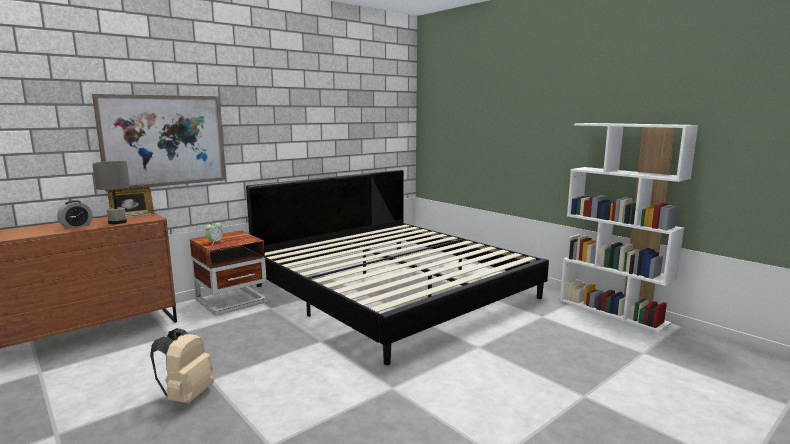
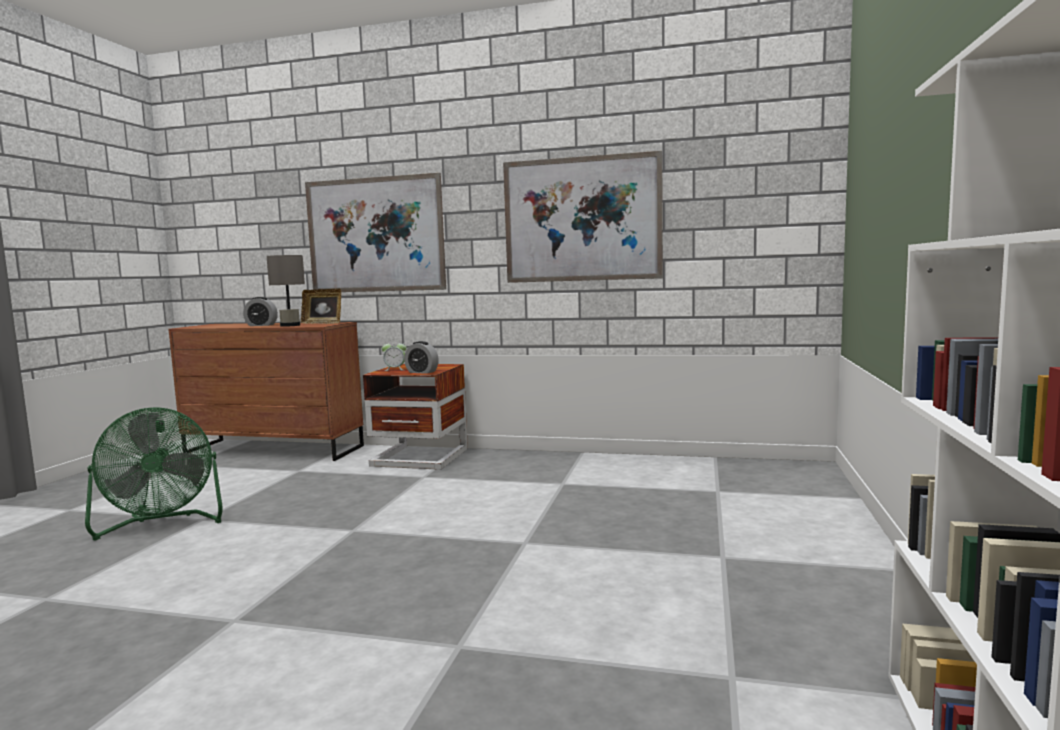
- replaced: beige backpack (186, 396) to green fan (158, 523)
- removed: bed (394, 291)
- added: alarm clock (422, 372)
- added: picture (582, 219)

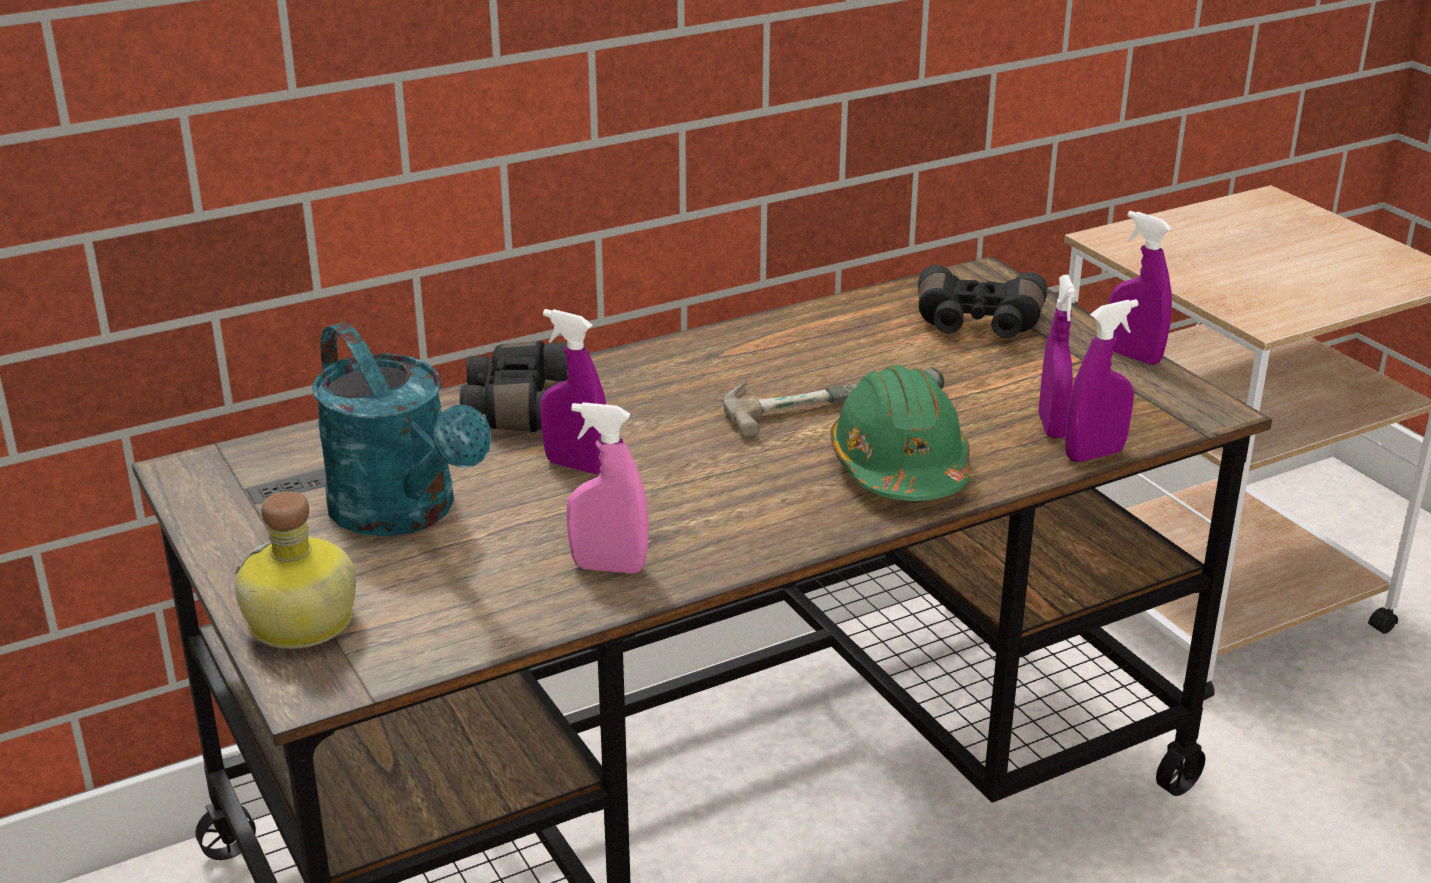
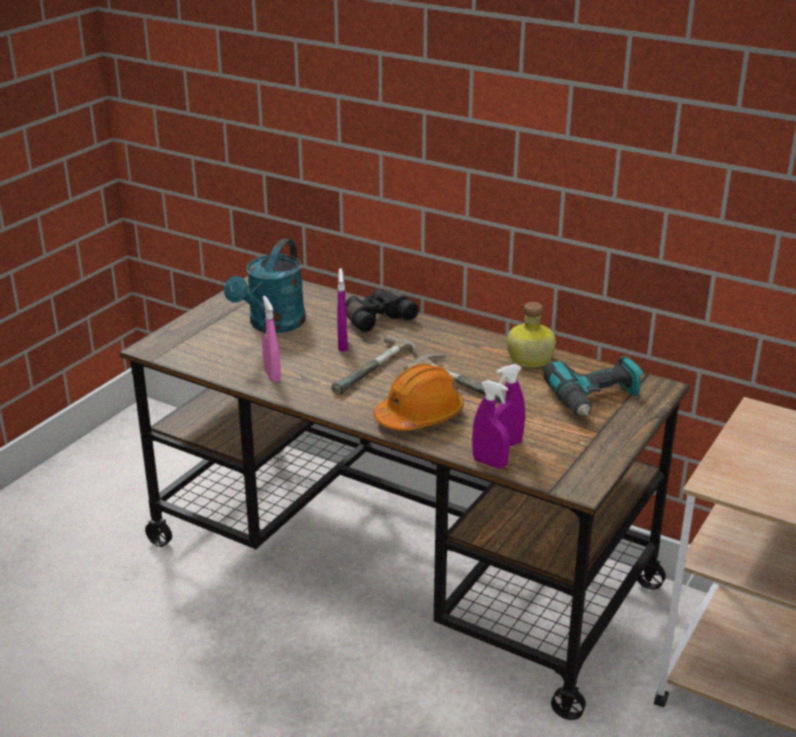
- moved: bottle (301, 624) to (529, 358)
- recoloured: green hard hat (900, 467) to orange hard hat (420, 416)
- replaced: black binoculars (977, 324) to power drill (596, 399)
- removed: purple spray bottle (1133, 356)
- added: hammer (378, 370)

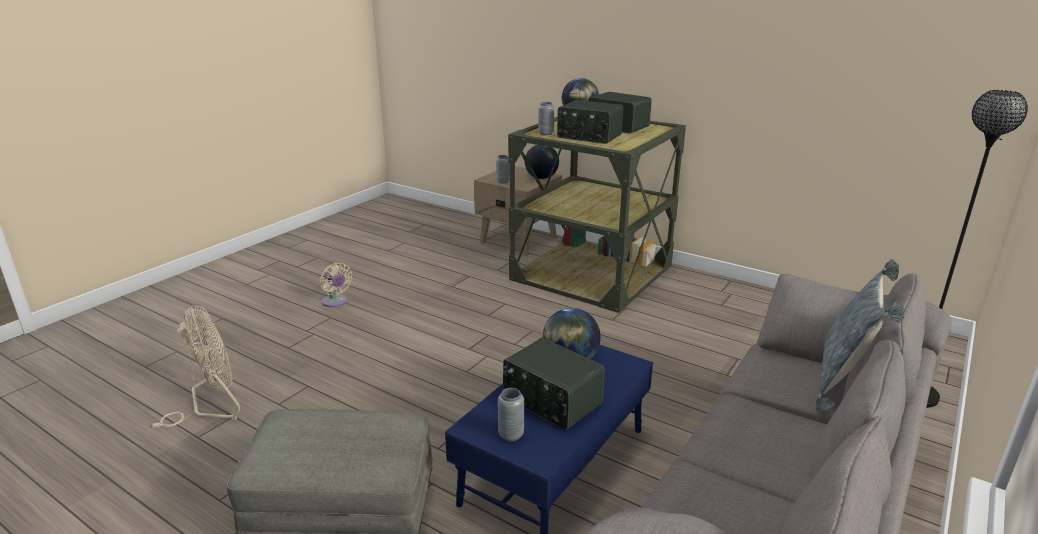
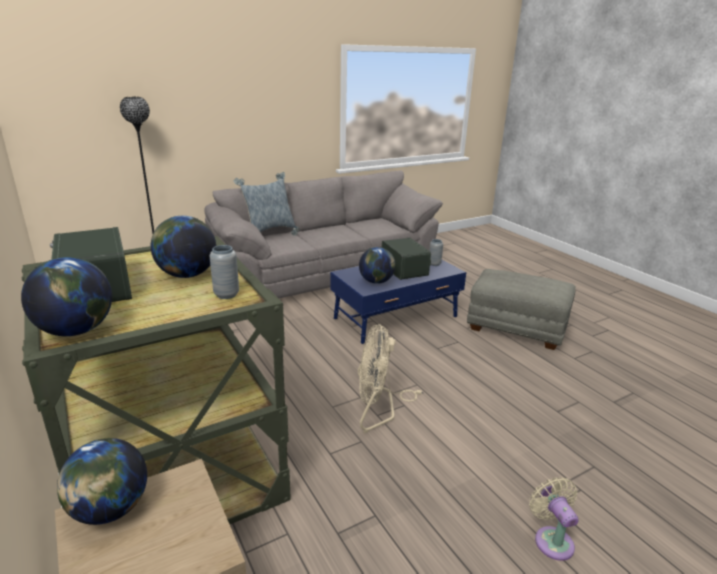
- moved: beige fan (209, 401) to (380, 403)
- removed: grey vase (503, 182)
- replaced: radio (589, 137) to globe (187, 275)

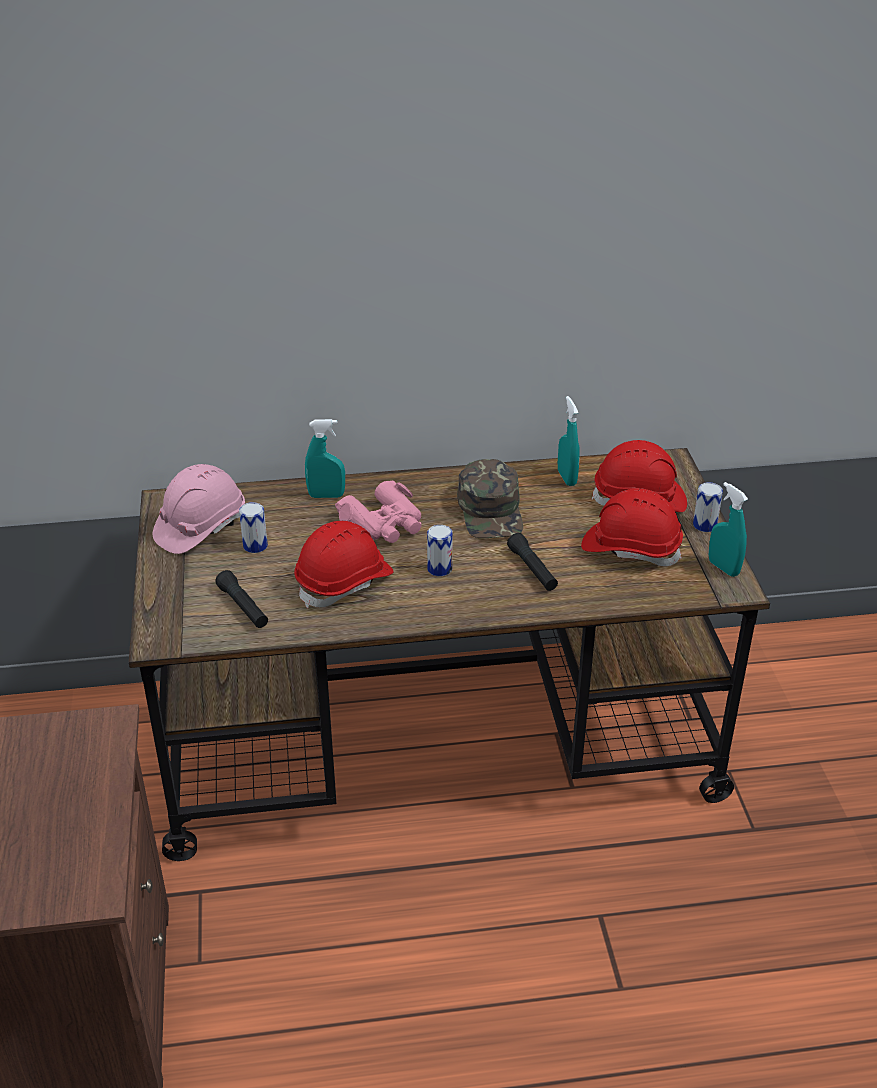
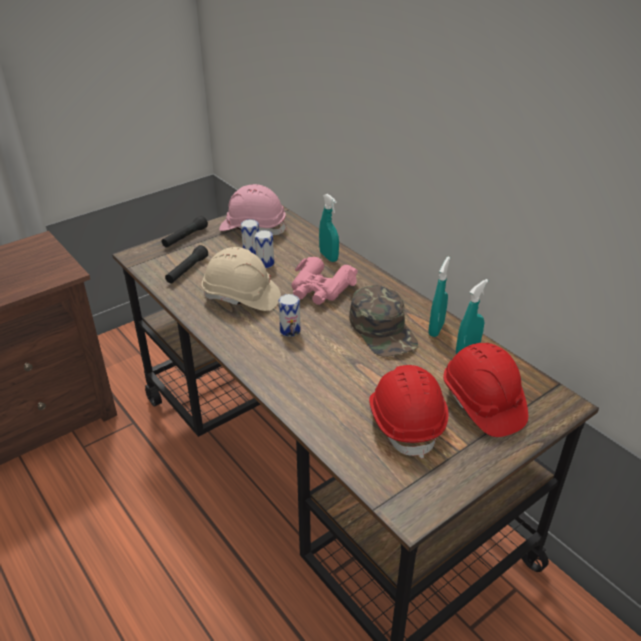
- recoloured: red hard hat (344, 582) to beige hard hat (241, 297)
- turned: green cap (491, 510) = (383, 329) 75 degrees counterclockwise
- moved: black flashlight (532, 569) to (185, 237)
- moved: can (704, 525) to (265, 263)
- moved: turquoise spray bottle (723, 568) to (436, 329)

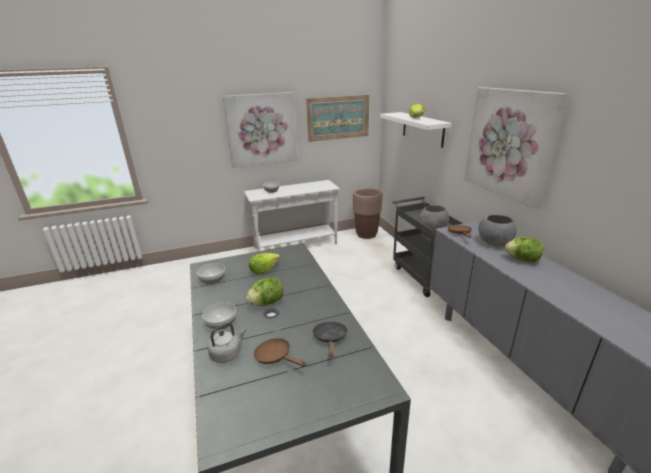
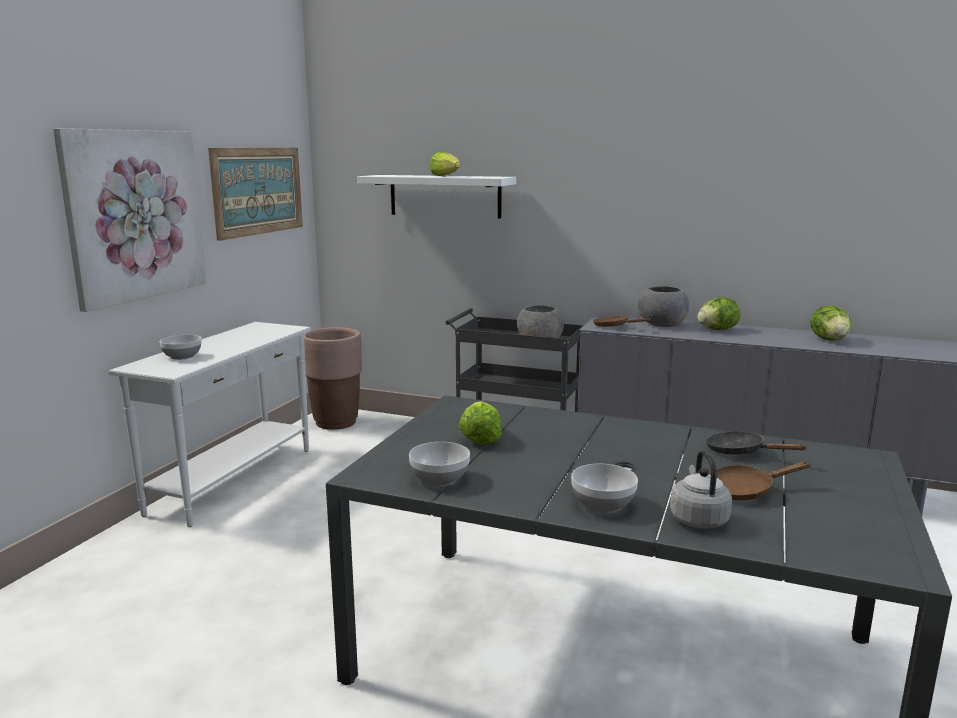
- moved: lettuce (266, 303) to (829, 340)
- removed: picture (509, 144)

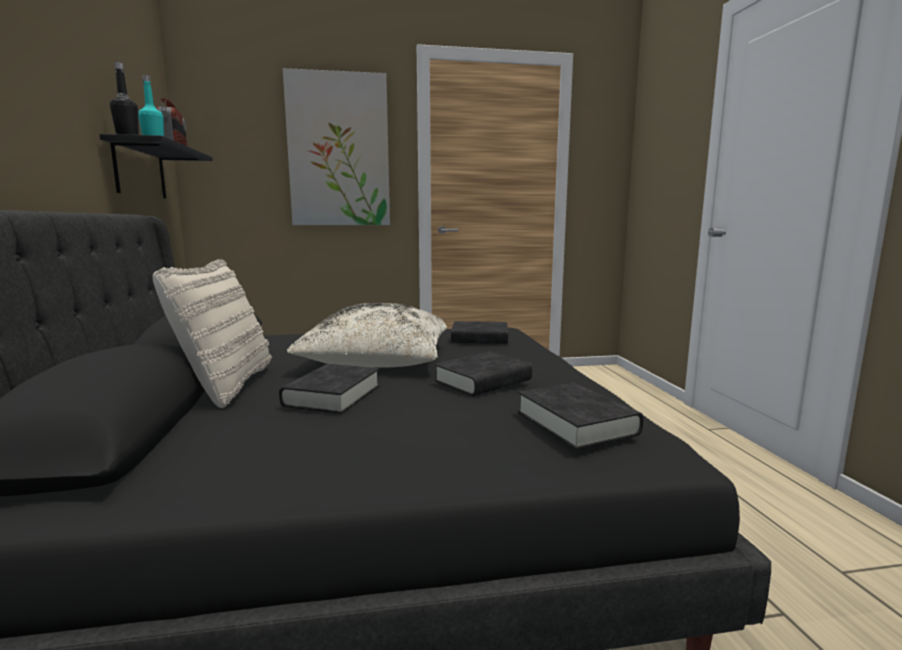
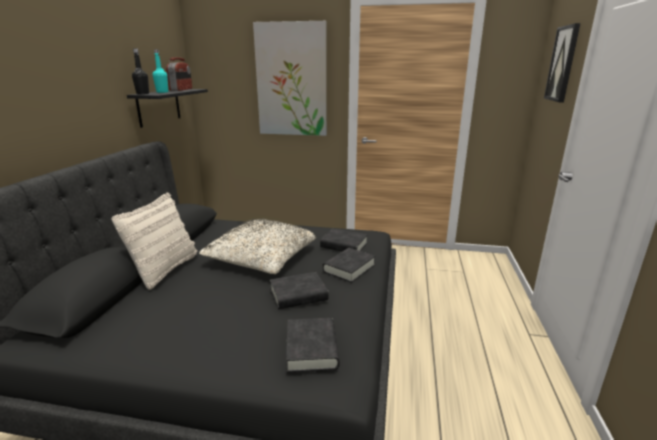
- moved: black book (332, 395) to (349, 268)
- added: picture (562, 64)

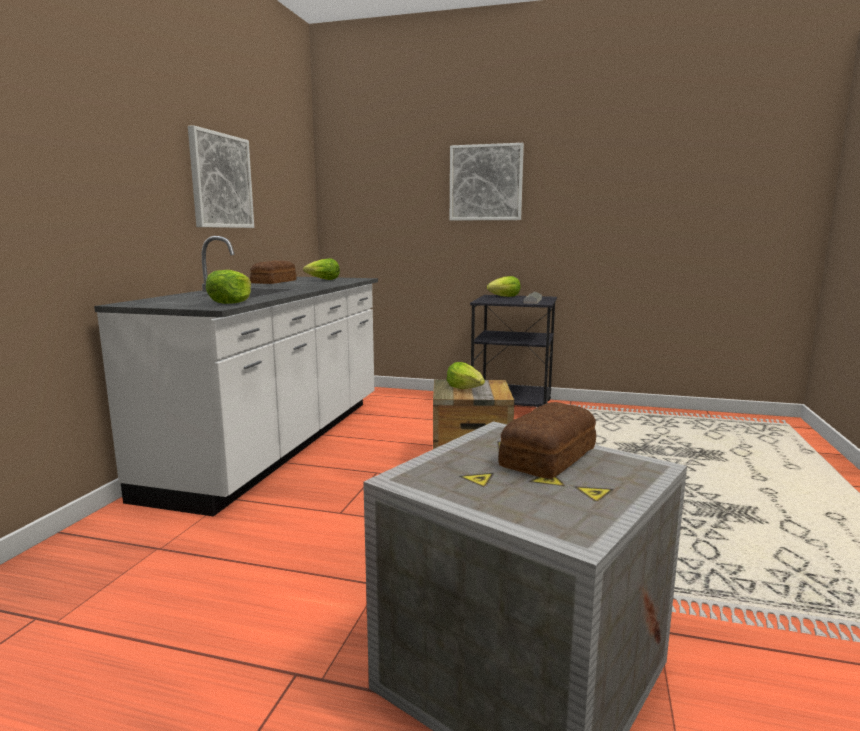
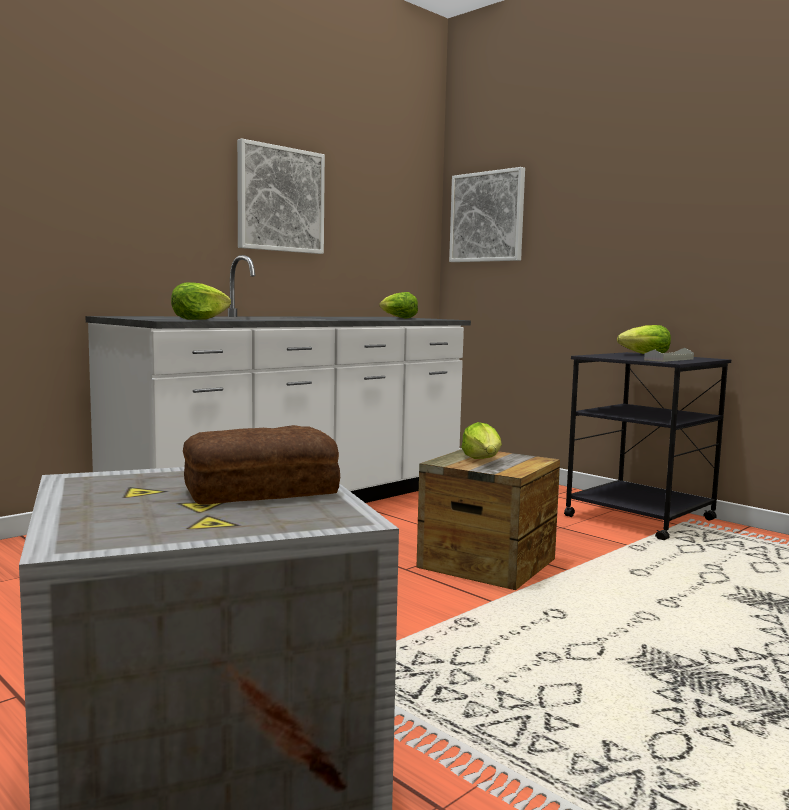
- removed: bread (275, 282)
- moved: picture (486, 183) to (487, 217)

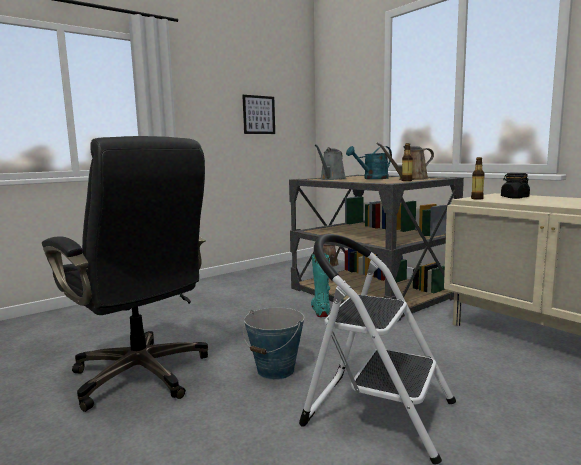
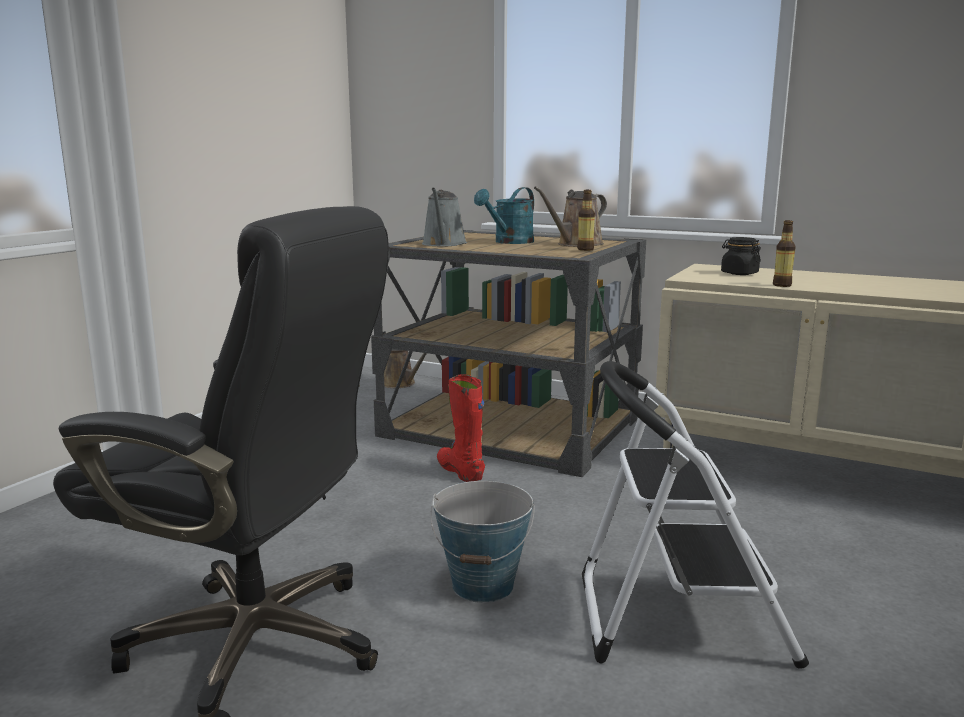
- removed: picture (259, 115)
- recoloured: turquoise boot (320, 311) to red boot (460, 471)
- moved: bottle (477, 198) to (782, 285)

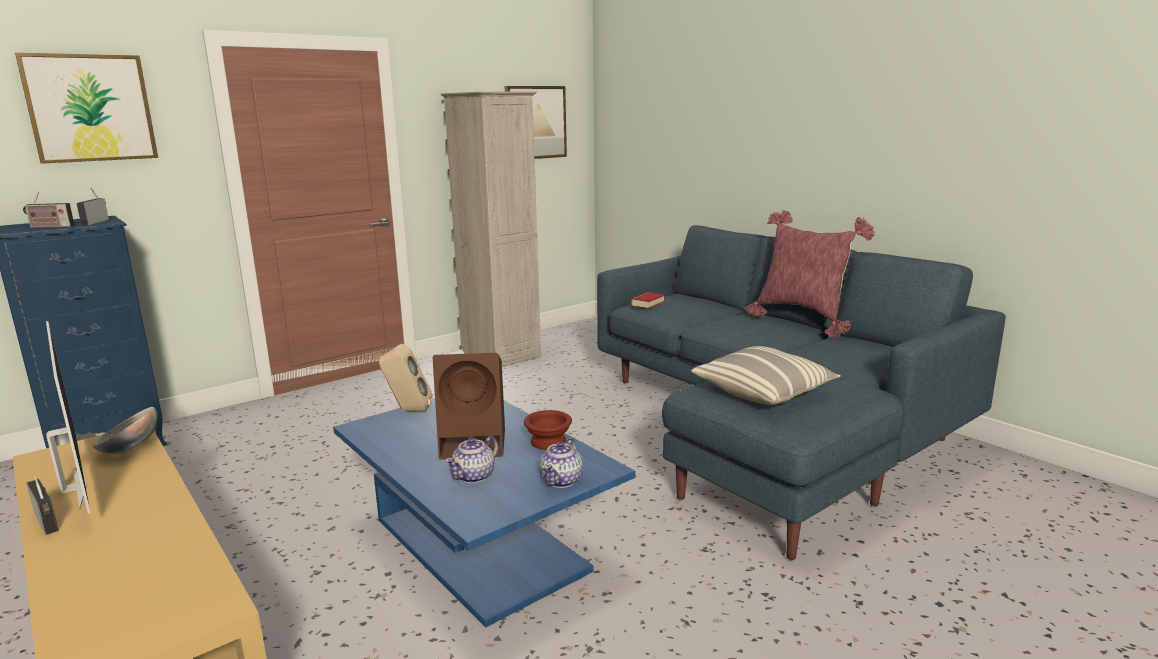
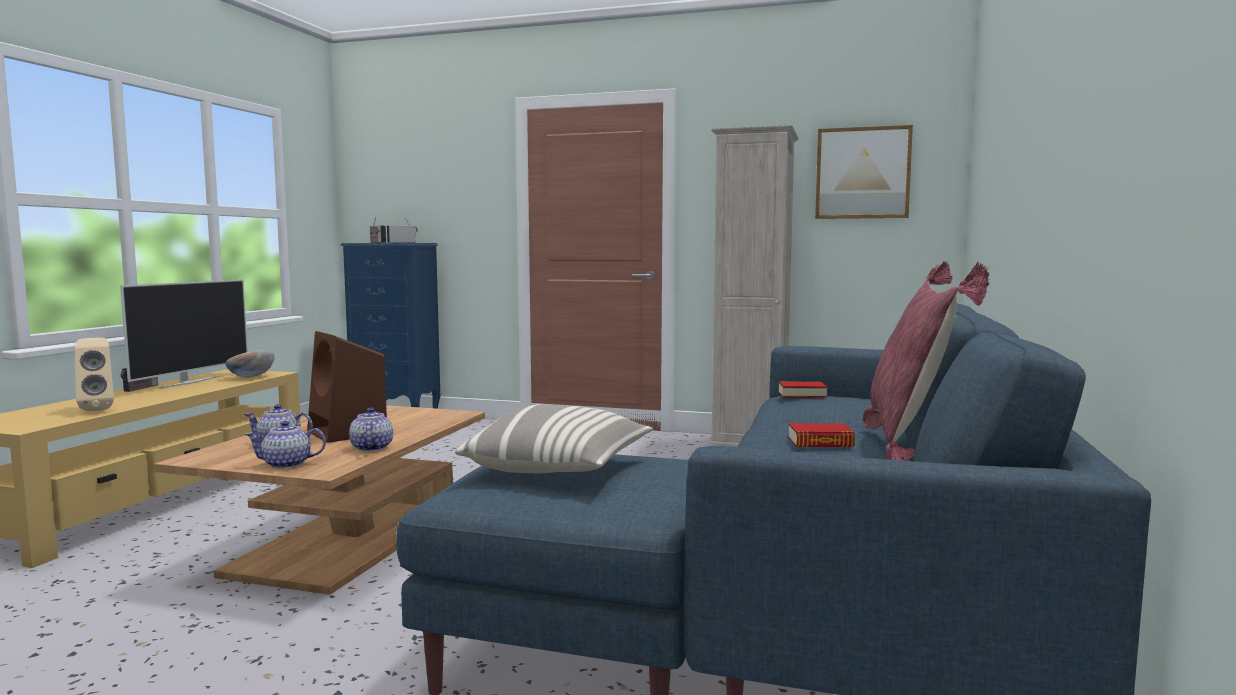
- removed: picture (90, 108)
- recoloured: blue coffee table (479, 545) to brown coffee table (346, 542)
- moved: beige speaker (408, 411) to (97, 410)
- replaced: brown bowl (549, 442) to teapot (371, 448)
- added: book (820, 442)

